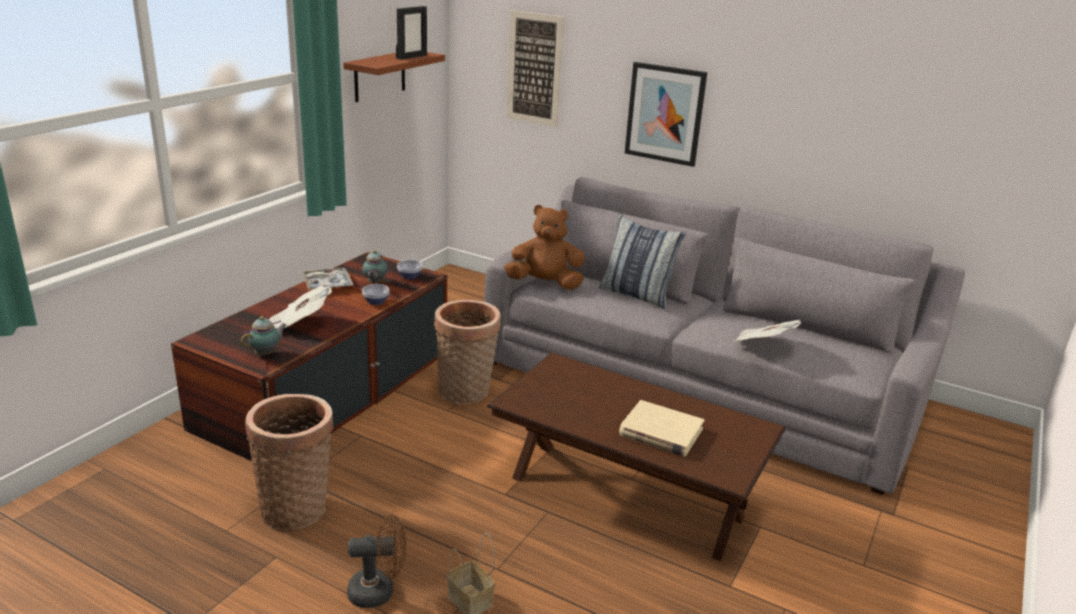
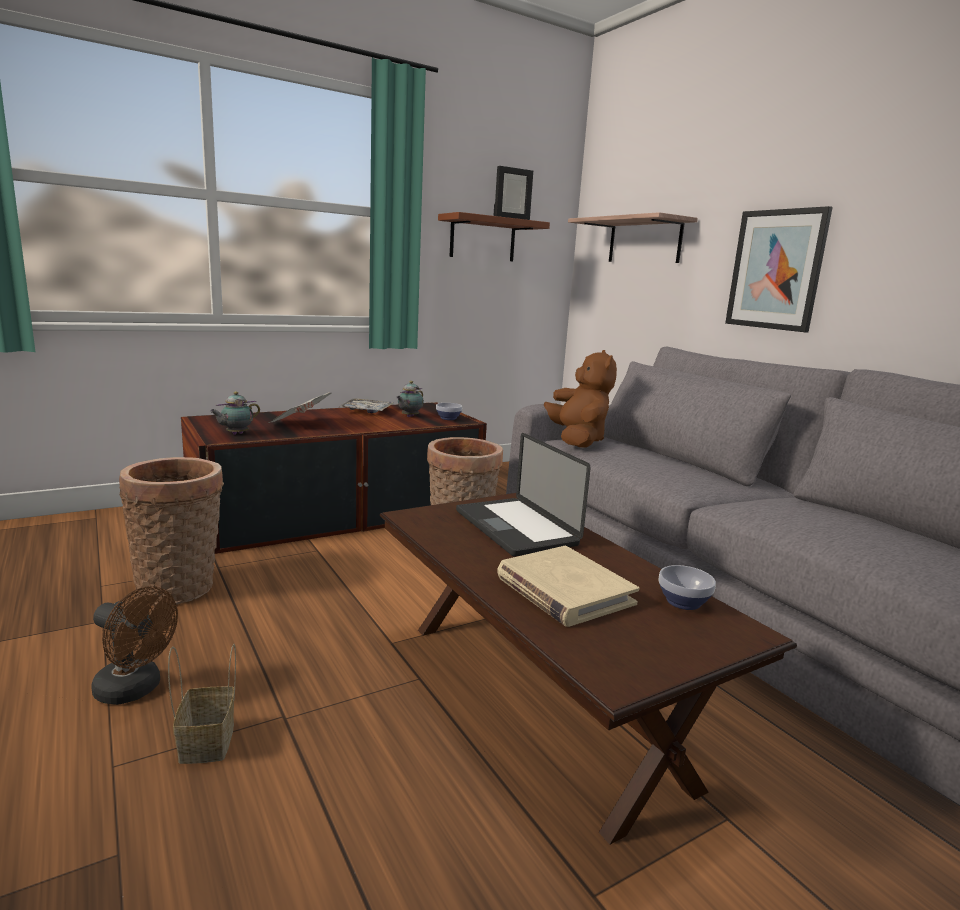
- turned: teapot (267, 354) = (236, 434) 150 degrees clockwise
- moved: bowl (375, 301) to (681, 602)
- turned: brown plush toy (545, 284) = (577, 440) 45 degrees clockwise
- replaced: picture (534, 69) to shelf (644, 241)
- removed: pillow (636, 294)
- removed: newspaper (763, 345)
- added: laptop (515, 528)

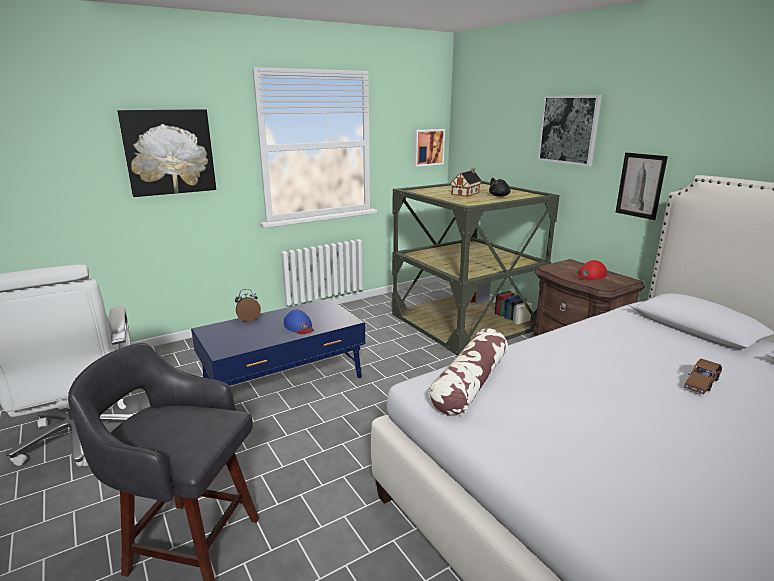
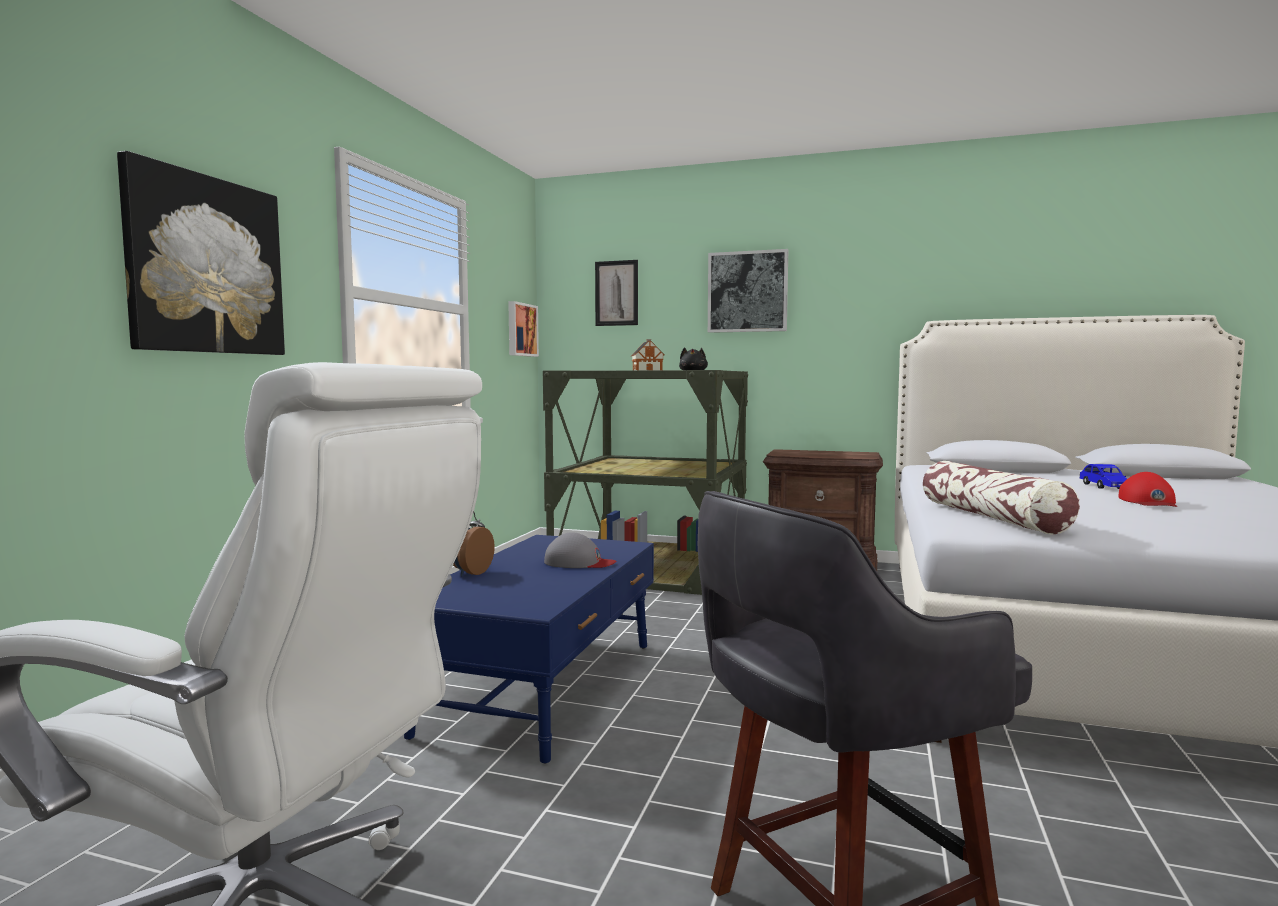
- recoloured: blue cap (299, 327) to grey cap (578, 562)
- moved: red cap (590, 275) to (1148, 501)
- moved: picture (640, 185) to (616, 293)
- recoloured: brown toy car (702, 383) to blue toy car (1104, 487)

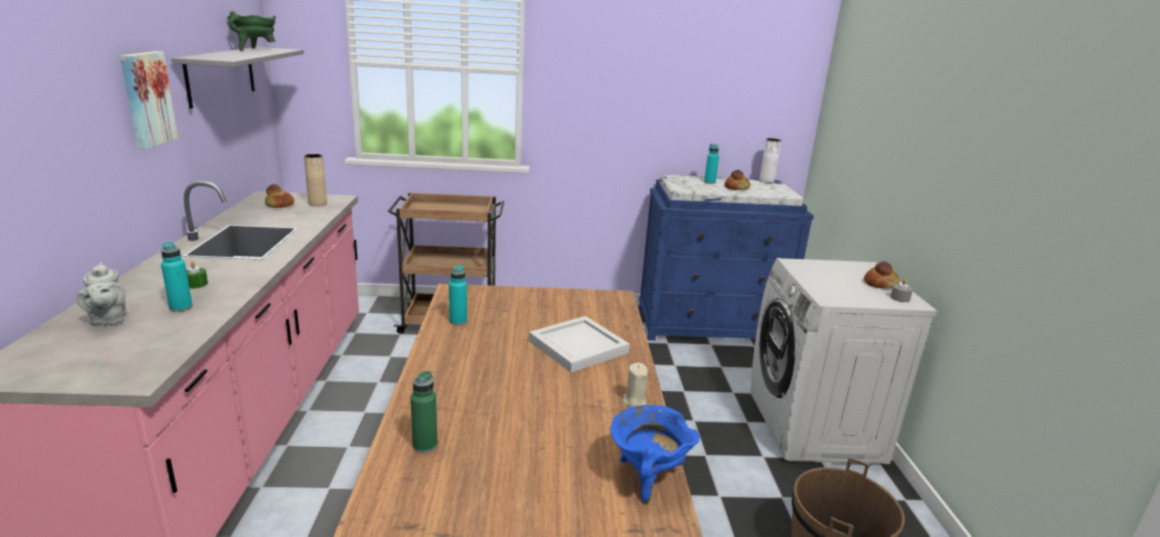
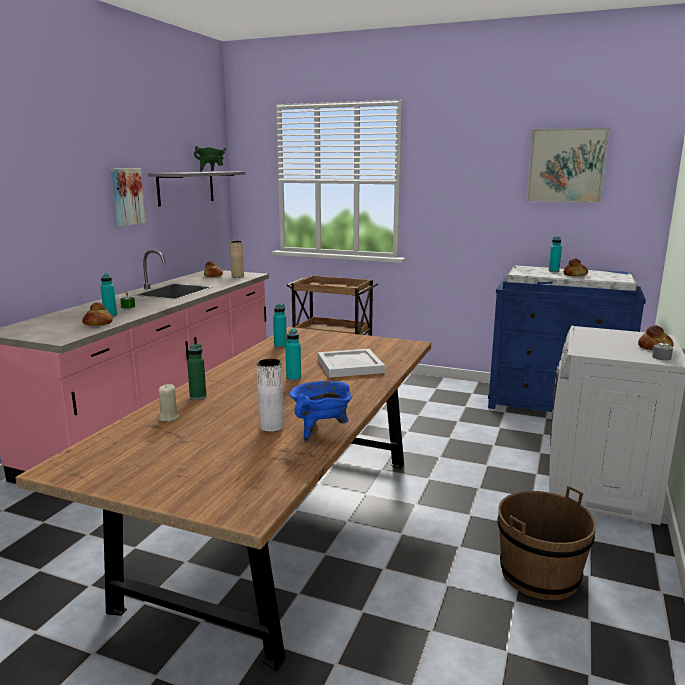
- removed: grey teapot (108, 320)
- moved: beige candle (634, 401) to (168, 417)
- moved: white vase (766, 181) to (271, 427)
- added: bread (98, 324)
- added: turquoise bottle (293, 378)
- added: picture (566, 165)

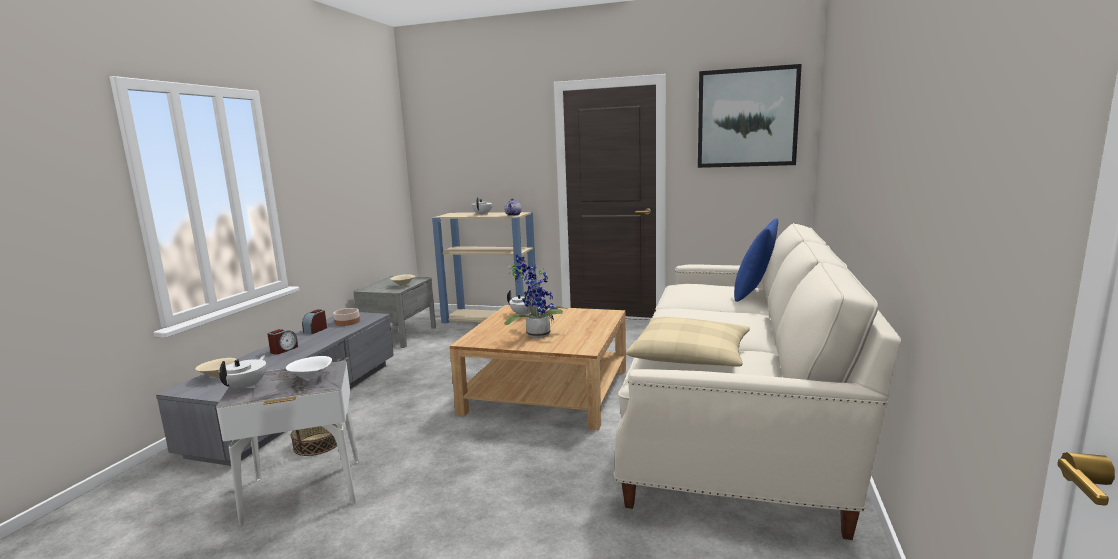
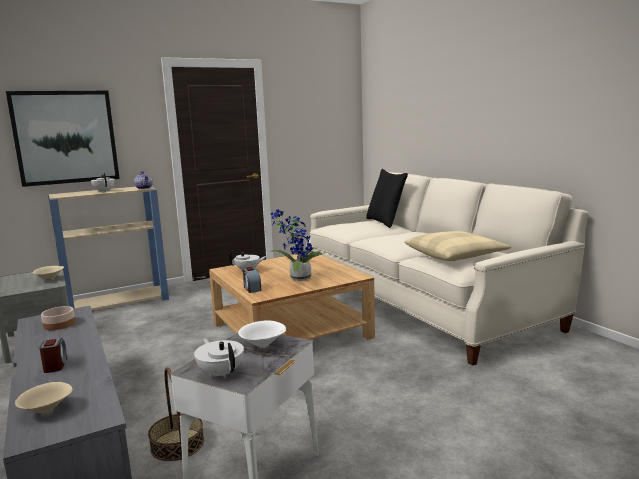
- moved: alarm clock (315, 330) to (252, 288)
- moved: picture (747, 118) to (65, 137)
- recoloured: blue pillow (754, 293) to black pillow (385, 222)

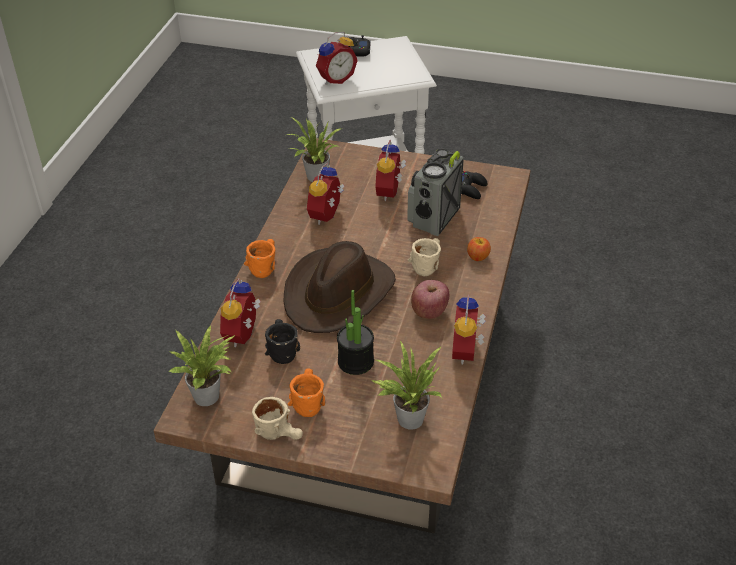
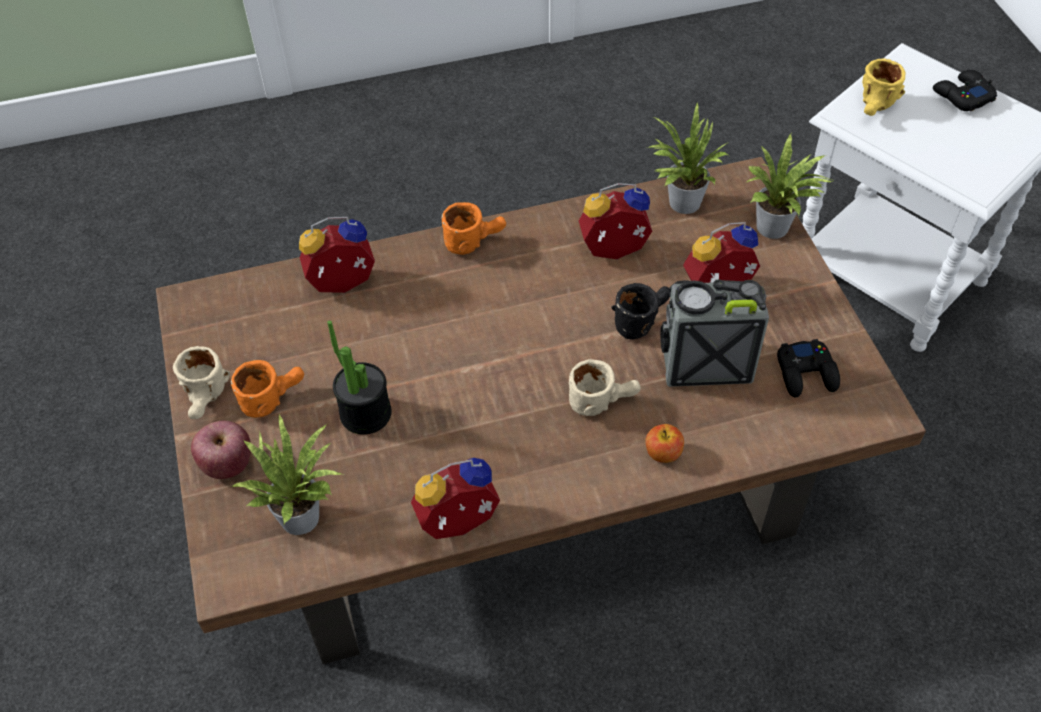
- moved: potted plant (210, 396) to (775, 229)
- moved: black mug (280, 349) to (641, 319)
- removed: brown hat (338, 293)
- replaced: alarm clock (335, 79) to yellow mug (876, 109)
- moved: apple (429, 311) to (227, 464)

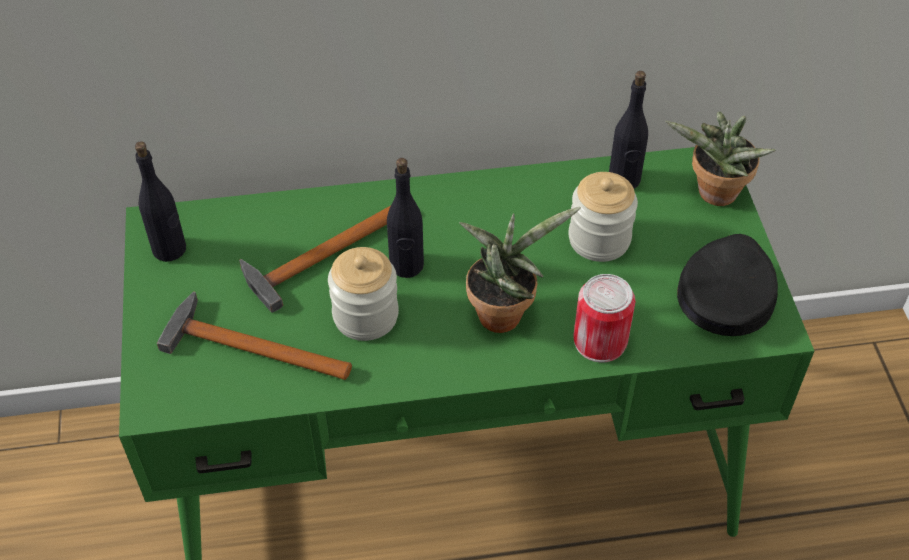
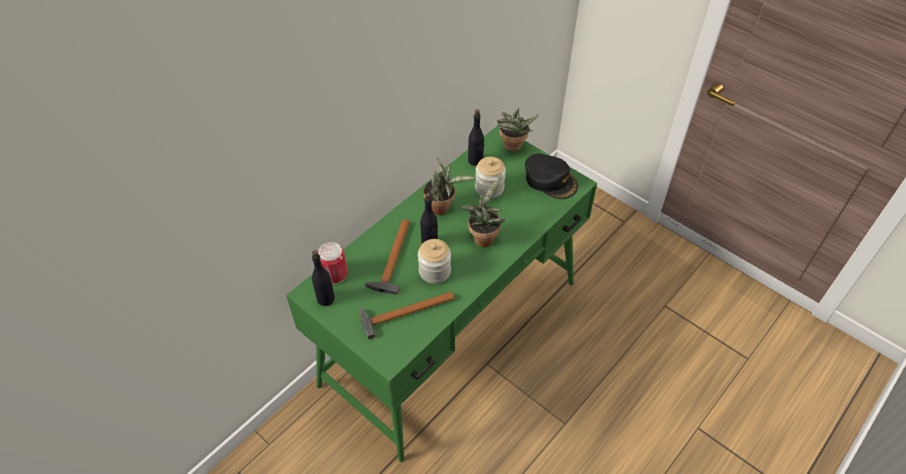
- moved: can (600, 341) to (334, 274)
- turned: black cap (726, 291) = (550, 180) 150 degrees clockwise
- added: potted plant (442, 207)

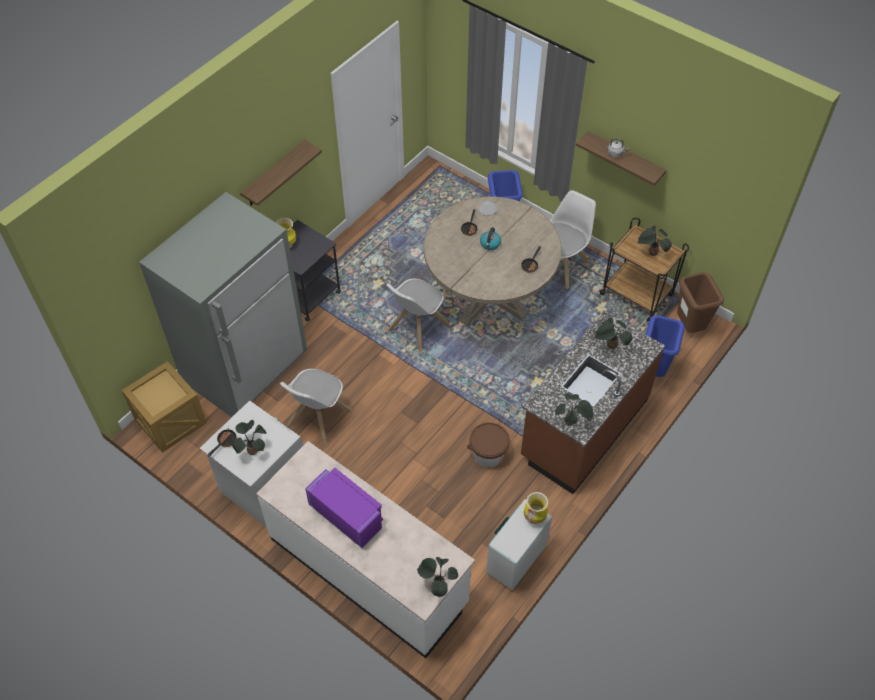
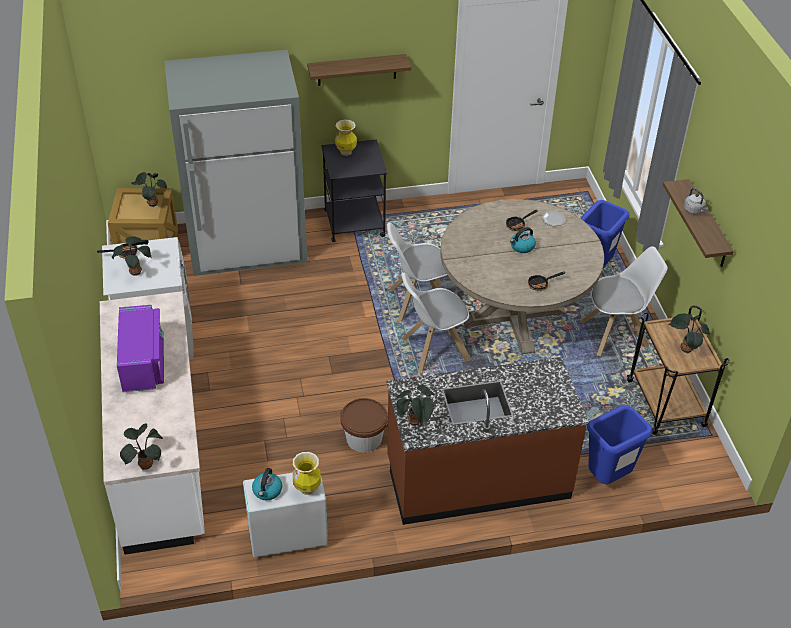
- moved: chair (318, 419) to (433, 349)
- moved: potted plant (610, 346) to (151, 203)
- removed: brown trash can (689, 327)
- added: kettle (267, 491)

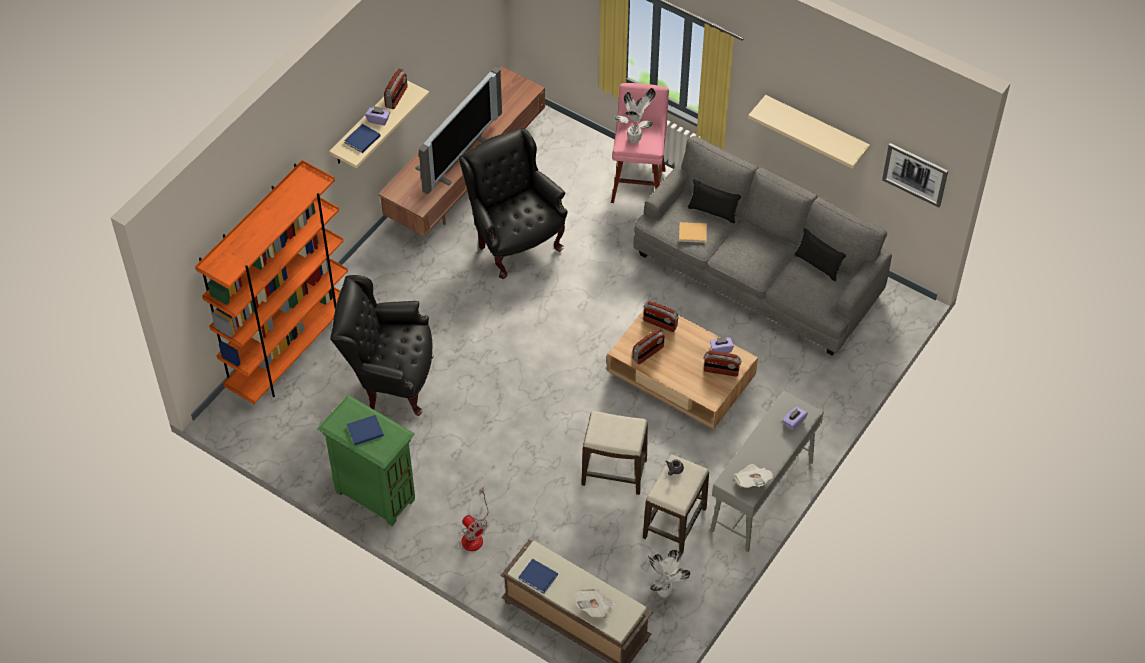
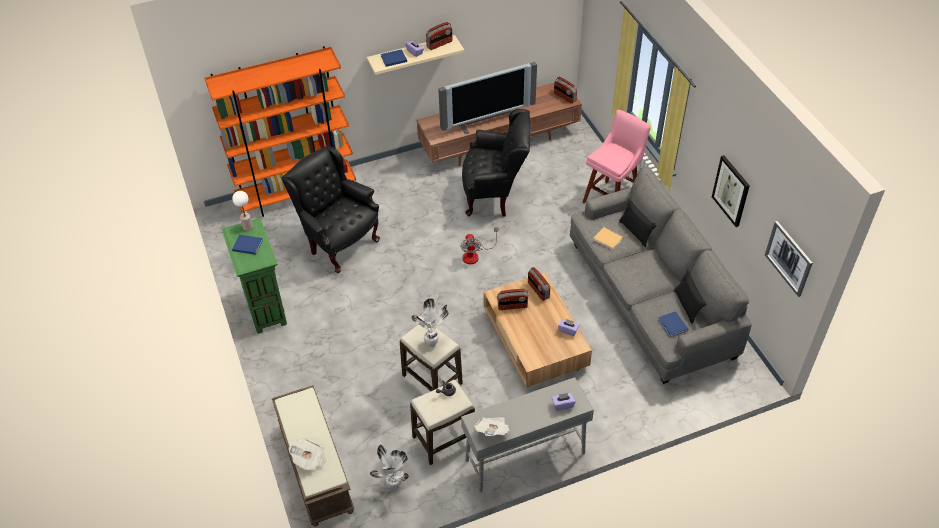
- turned: black armchair (514, 242) = (495, 197) 90 degrees clockwise
- moved: fan (474, 534) to (475, 255)
- moved: blue book (539, 577) to (673, 325)
- moved: potted plant (635, 139) to (432, 343)
- moved: radio (721, 370) to (564, 97)
- replaced: beige shelf (816, 128) to picture (731, 190)
- added: table lamp (247, 227)

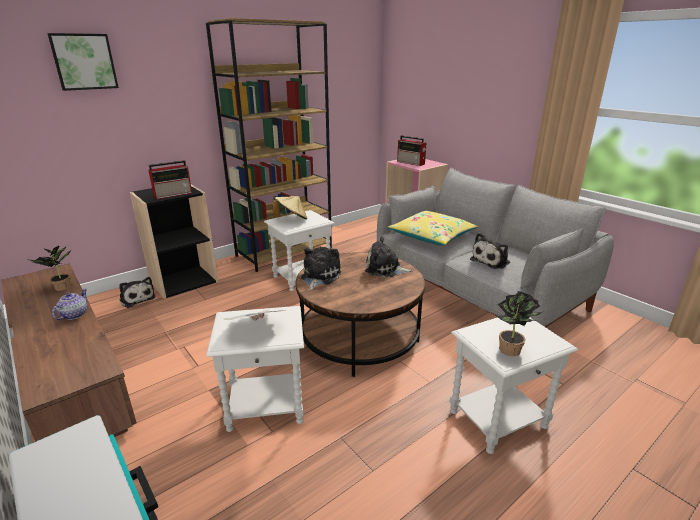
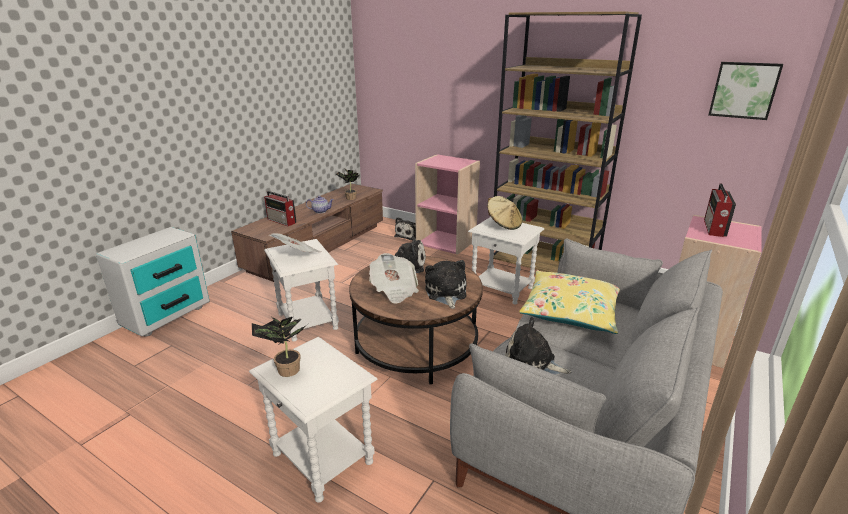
- moved: picture (84, 62) to (744, 90)
- recoloured: black bookcase (184, 281) to pink bookcase (447, 242)
- moved: radio (174, 194) to (282, 221)
- added: newspaper (394, 290)

